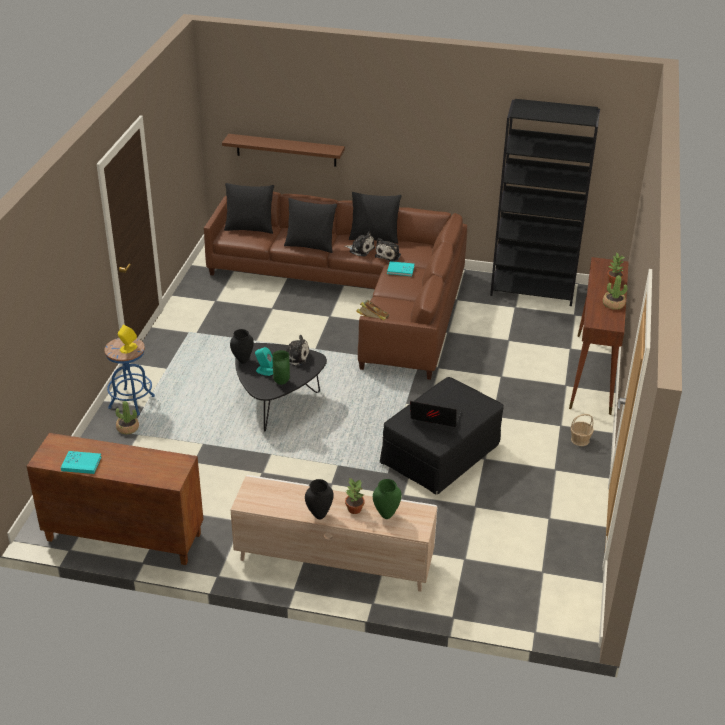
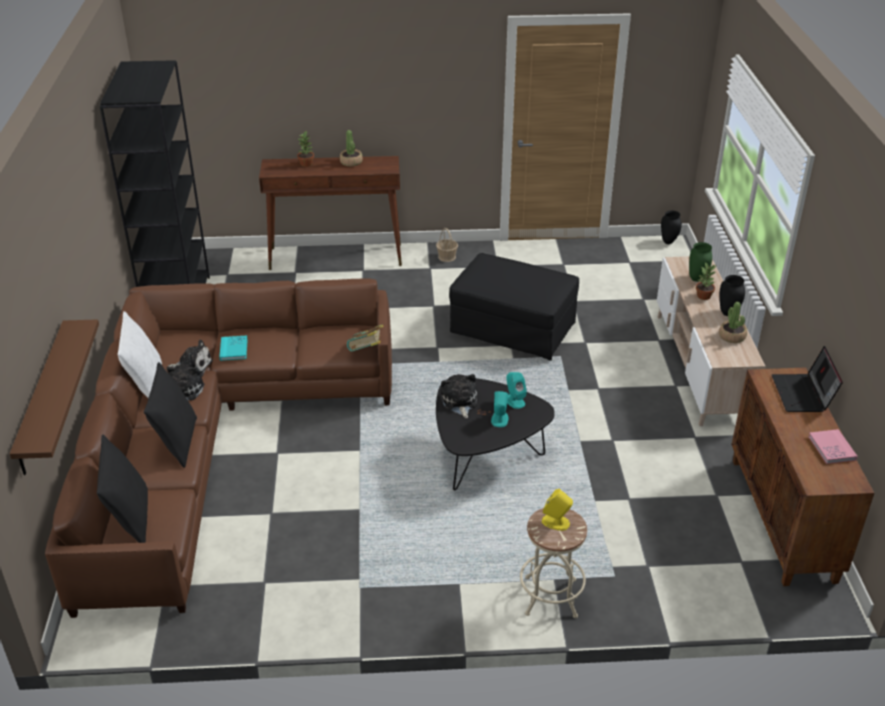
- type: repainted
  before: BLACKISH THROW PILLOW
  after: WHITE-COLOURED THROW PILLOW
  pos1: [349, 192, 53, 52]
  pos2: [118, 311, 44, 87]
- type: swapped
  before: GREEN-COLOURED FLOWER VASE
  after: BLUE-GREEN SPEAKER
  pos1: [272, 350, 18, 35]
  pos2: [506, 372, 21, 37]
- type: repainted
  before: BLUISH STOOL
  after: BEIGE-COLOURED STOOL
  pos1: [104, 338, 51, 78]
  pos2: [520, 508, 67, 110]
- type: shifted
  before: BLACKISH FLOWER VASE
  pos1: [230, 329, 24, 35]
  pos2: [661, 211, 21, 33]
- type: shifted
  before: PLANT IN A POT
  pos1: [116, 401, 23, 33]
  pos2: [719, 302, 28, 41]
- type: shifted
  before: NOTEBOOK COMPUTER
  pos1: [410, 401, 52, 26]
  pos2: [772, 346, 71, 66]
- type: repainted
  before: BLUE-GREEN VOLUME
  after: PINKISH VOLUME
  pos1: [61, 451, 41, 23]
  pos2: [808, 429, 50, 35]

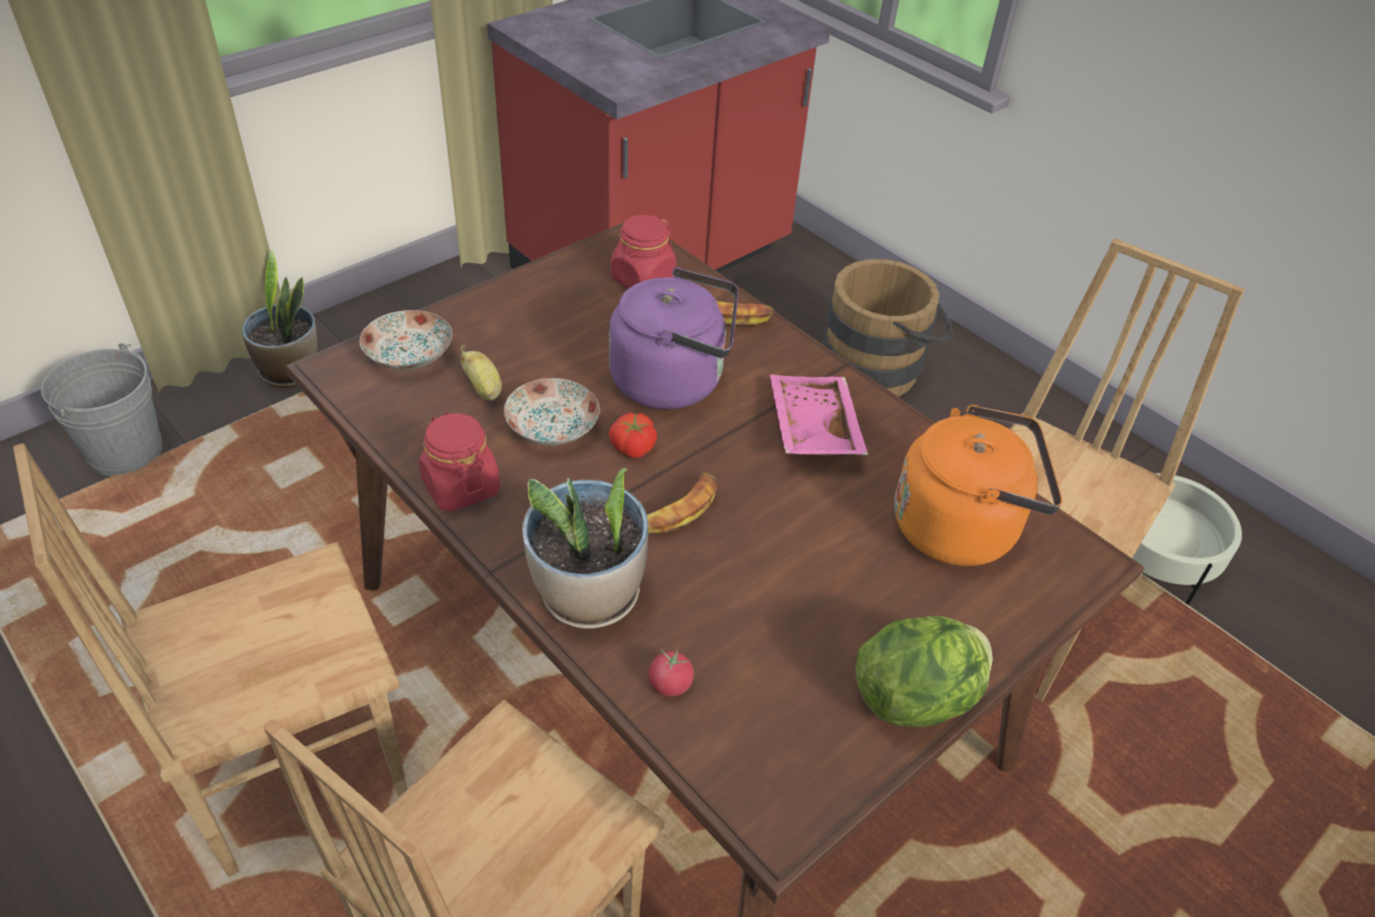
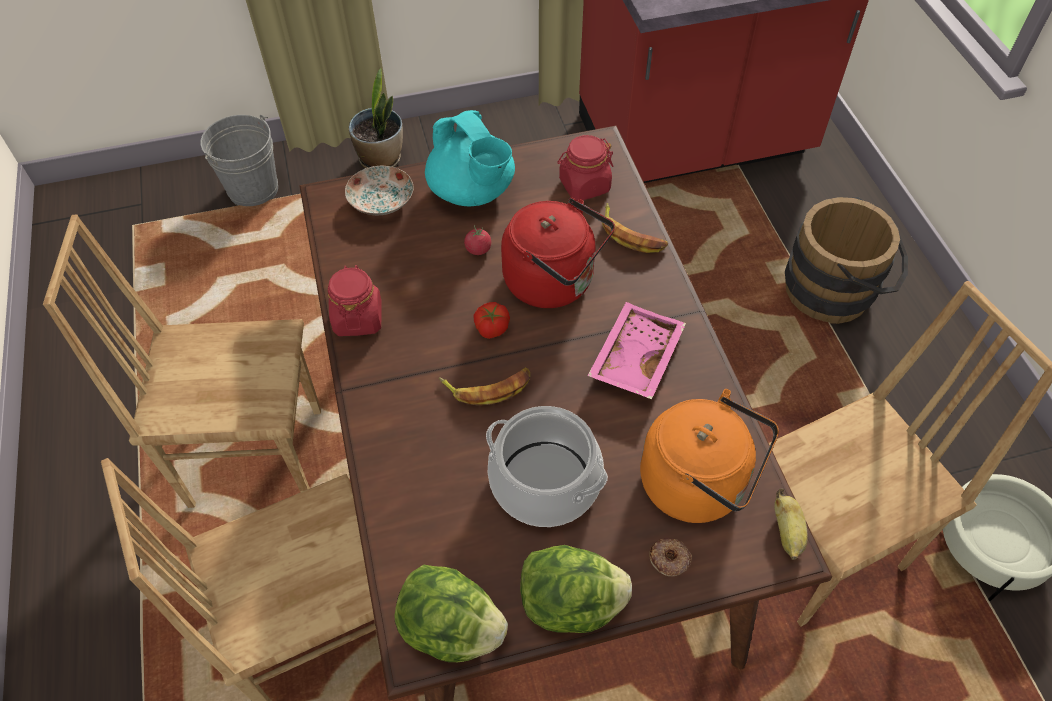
- type: new
  after: LETTUCE
  pos2: [394, 565, 114, 97]
- type: new
  after: BLUE-GREEN POT FOR TEA
  pos2: [425, 110, 90, 96]
- type: shifted
  before: FRESH TOMATO
  pos1: [649, 648, 45, 49]
  pos2: [464, 225, 27, 30]
- type: new
  after: COOKING POT
  pos2: [486, 406, 122, 121]
- type: repainted
  before: PURPLE-COLOURED TEA KETTLE
  after: RED TEA KETTLE
  pos1: [609, 267, 130, 142]
  pos2: [501, 197, 114, 111]
- type: new
  after: DONUT
  pos2: [649, 538, 43, 38]
- type: shifted
  before: BANANA FRUIT
  pos1: [459, 345, 43, 55]
  pos2: [774, 488, 34, 72]
- type: gone
  before: DINNER PLATE
  pos1: [504, 378, 96, 67]
- type: gone
  before: PLANT IN A POT
  pos1: [522, 468, 126, 161]

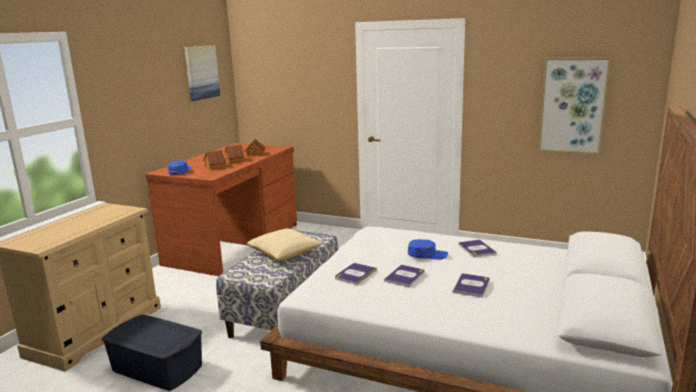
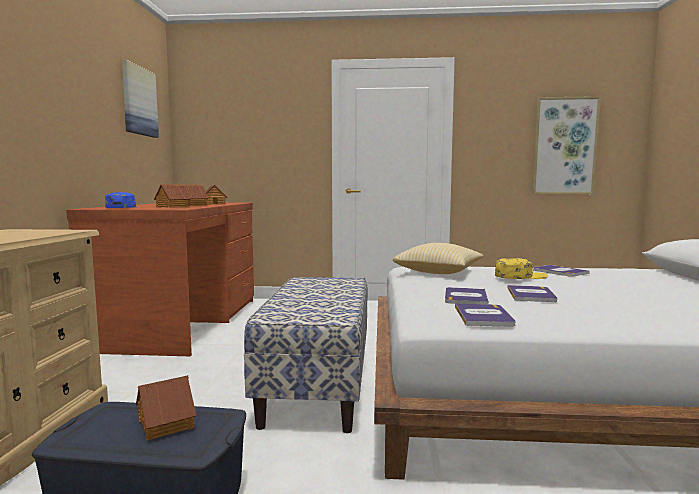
- type: new
  after: TOY HOUSE
  pos2: [136, 375, 60, 66]
- type: shifted
  before: THROW PILLOW
  pos1: [247, 228, 76, 33]
  pos2: [393, 243, 91, 31]
- type: shifted
  before: VOLUME
  pos1: [453, 273, 37, 24]
  pos2: [455, 304, 61, 23]
- type: repainted
  before: BLUISH BASEBALL CAP
  after: YELLOW BASEBALL CAP
  pos1: [408, 239, 40, 21]
  pos2: [495, 258, 53, 21]

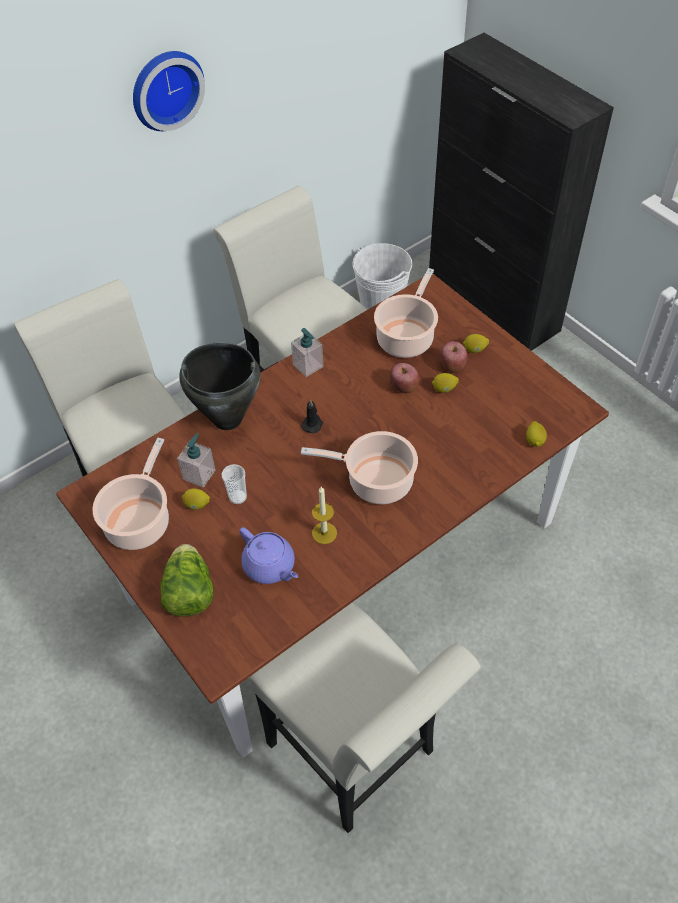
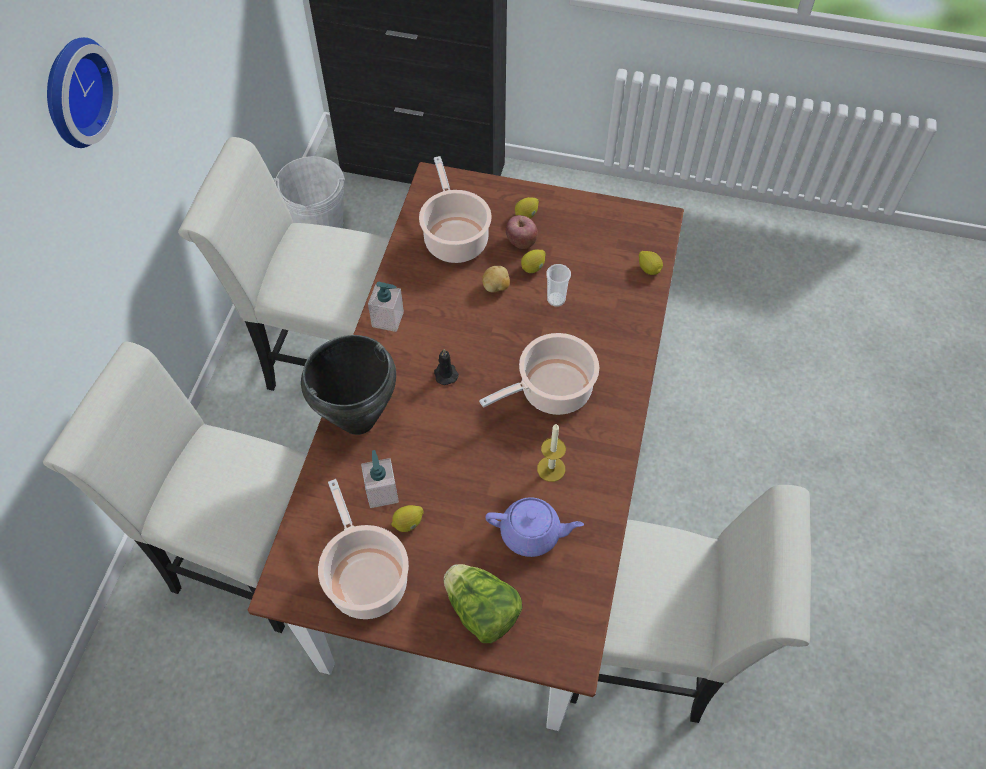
- type: swapped
  before: APPLE
  after: SPUD
  pos1: [390, 363, 29, 30]
  pos2: [482, 266, 28, 26]
- type: shifted
  before: CUP
  pos1: [222, 464, 25, 40]
  pos2: [546, 264, 25, 43]

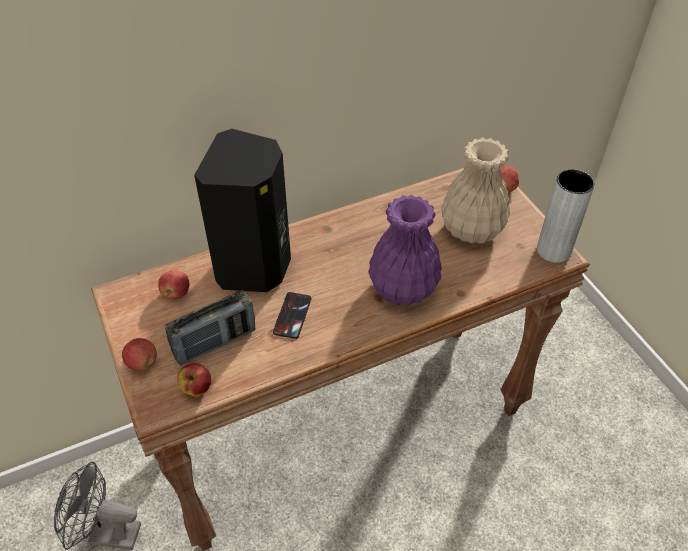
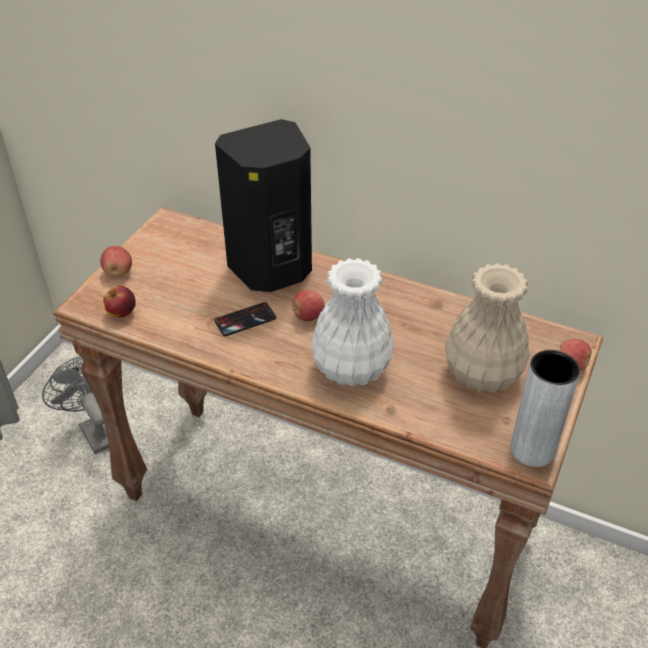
- type: shifted
  before: APPLE
  pos1: [158, 270, 31, 30]
  pos2: [292, 290, 33, 31]
- type: repainted
  before: PURPLE-COLOURED FLOWER VASE
  after: WHITE-COLOURED FLOWER VASE
  pos1: [369, 195, 73, 111]
  pos2: [310, 258, 84, 128]
- type: gone
  before: RADIO RECEIVER
  pos1: [165, 290, 90, 75]

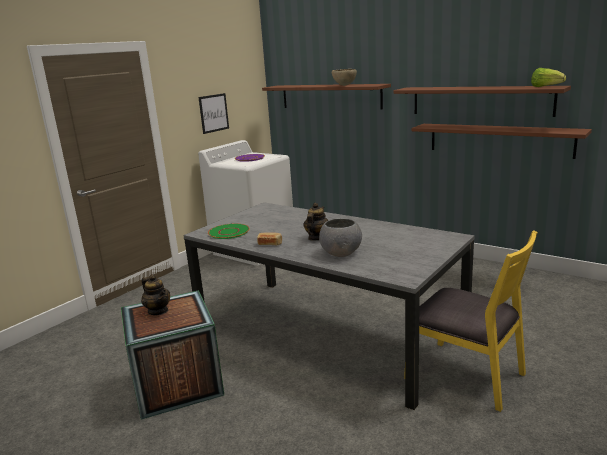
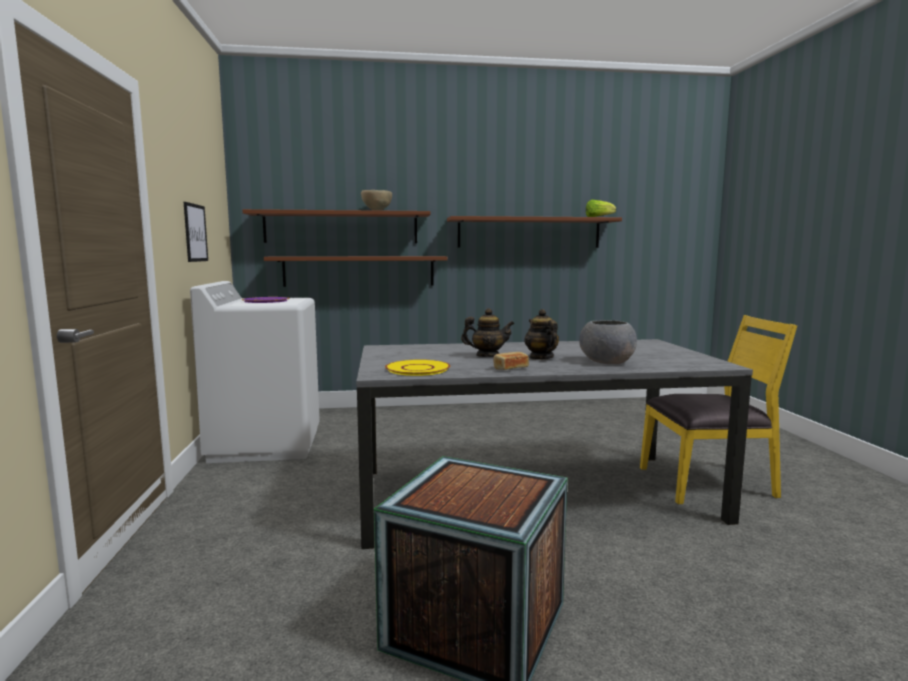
- type: shifted
  before: BROWN SHELF
  pos1: [412, 124, 180, 35]
  pos2: [264, 256, 184, 31]
- type: repainted
  before: GREEN-COLOURED DINNER PLATE
  after: YELLOW DINNER PLATE
  pos1: [208, 223, 42, 16]
  pos2: [385, 359, 65, 17]
- type: shifted
  before: POT FOR TEA
  pos1: [141, 275, 29, 40]
  pos2: [461, 308, 53, 49]

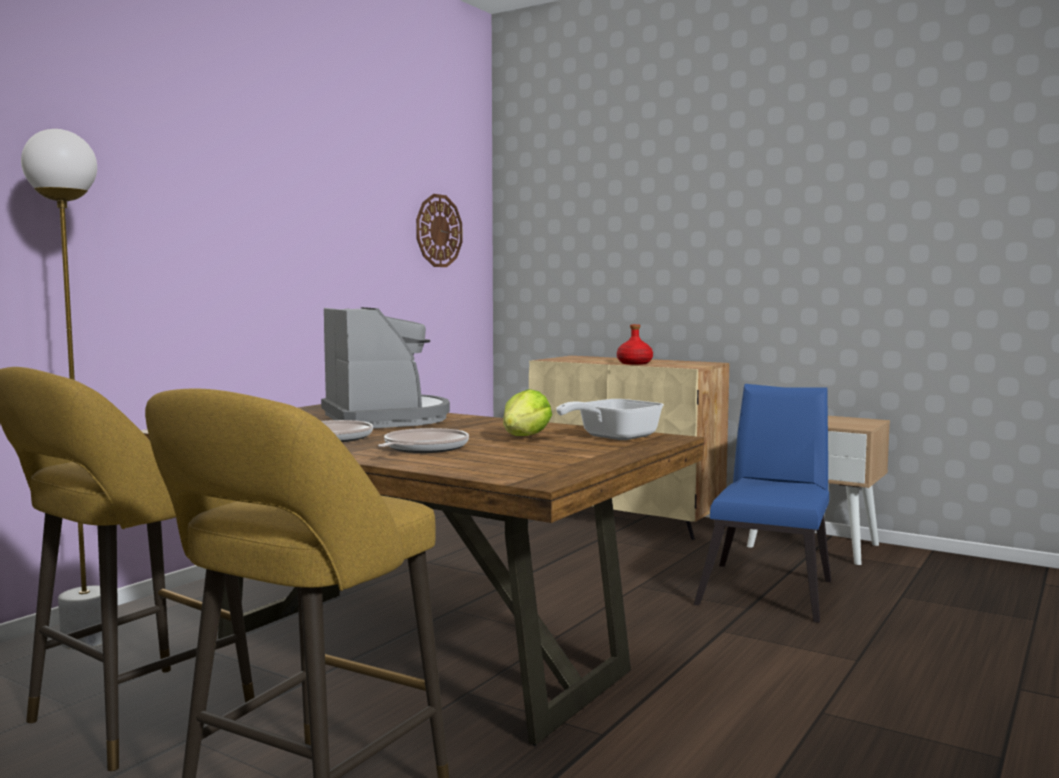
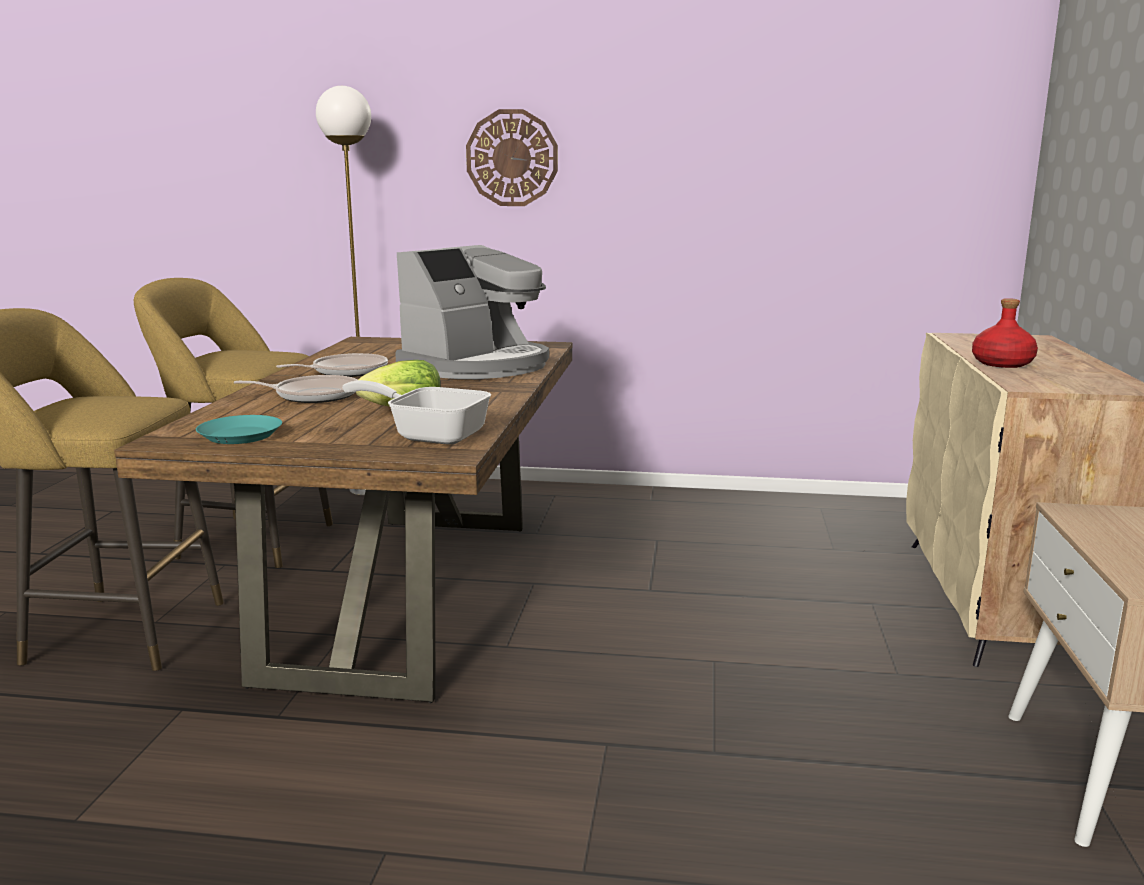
- type: new
  after: BLUE-GREEN DINNER PLATE
  pos2: [196, 415, 86, 29]
- type: shifted
  before: HANGING CLOCK
  pos1: [416, 194, 46, 73]
  pos2: [466, 109, 92, 97]
- type: gone
  before: BLUISH CHAIR
  pos1: [694, 384, 137, 239]

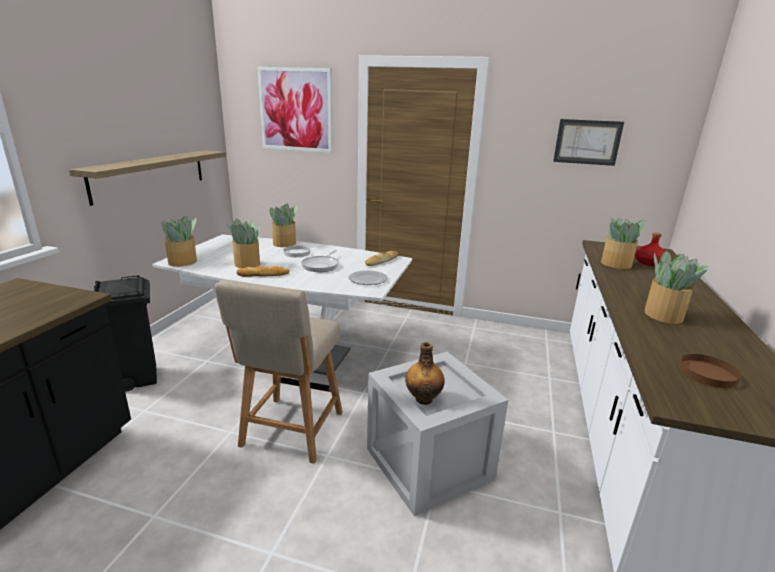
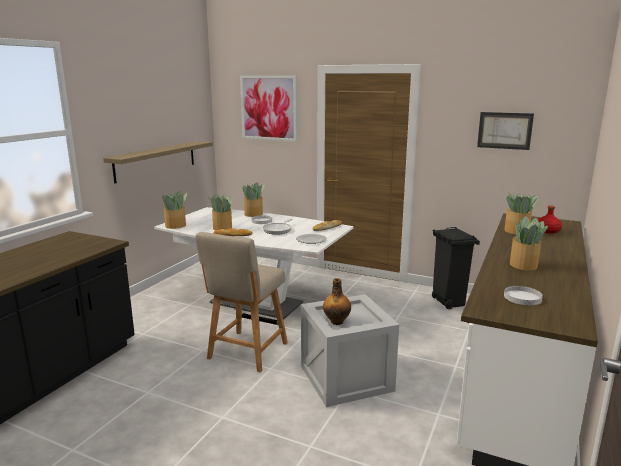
- type: shifted
  before: BLACKISH WASTE BIN
  pos1: [94, 275, 63, 117]
  pos2: [432, 227, 48, 82]
- type: repainted
  before: BROWN DINNER PLATE
  after: WHITE-COLOURED DINNER PLATE
  pos1: [679, 354, 62, 34]
  pos2: [504, 286, 39, 19]

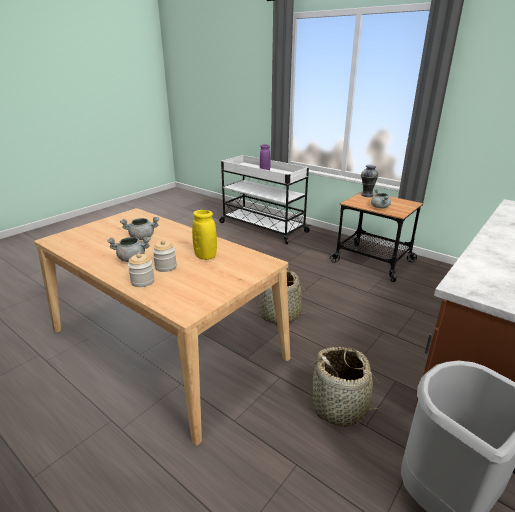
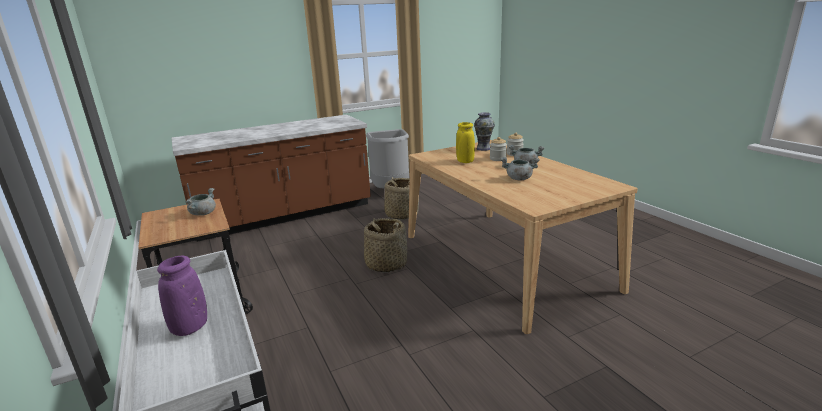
- type: shifted
  before: FLOWER VASE
  pos1: [361, 165, 17, 32]
  pos2: [474, 112, 21, 39]

